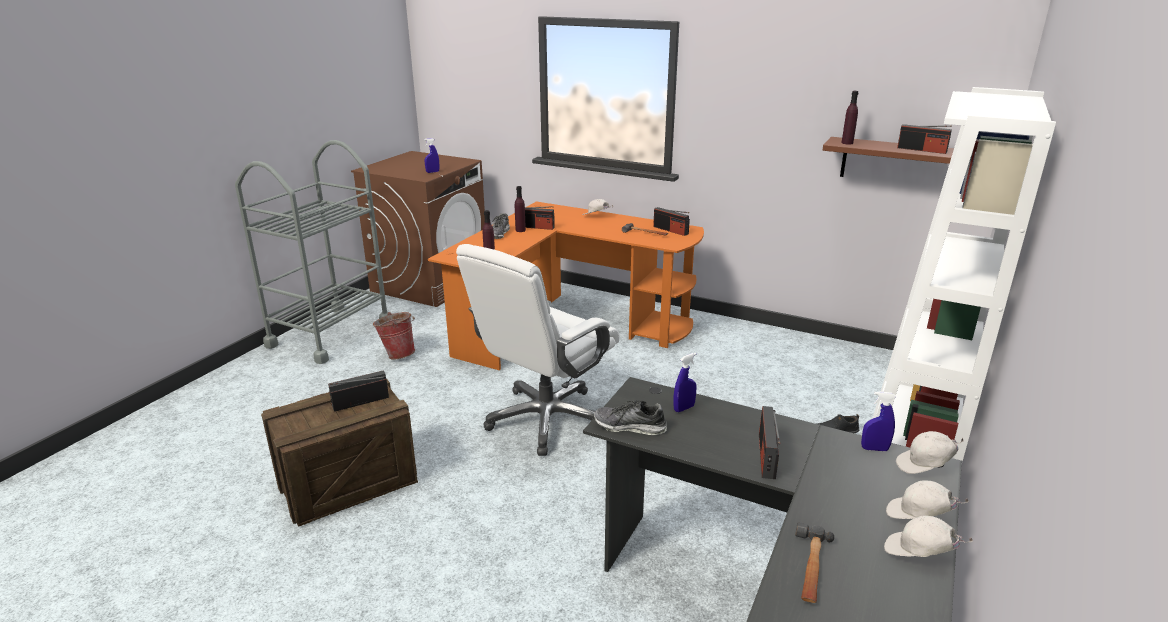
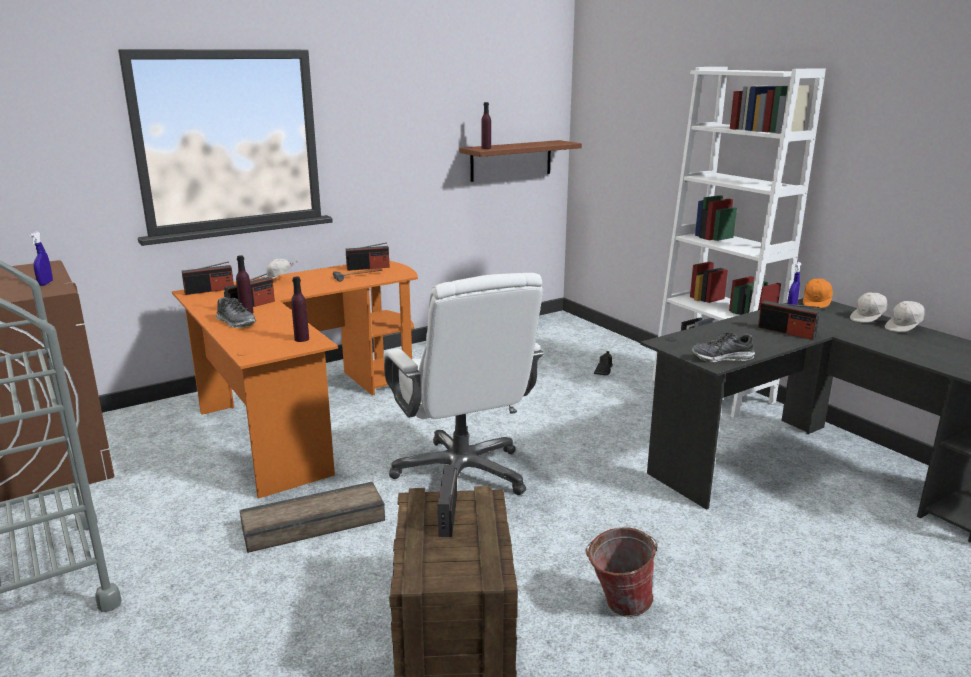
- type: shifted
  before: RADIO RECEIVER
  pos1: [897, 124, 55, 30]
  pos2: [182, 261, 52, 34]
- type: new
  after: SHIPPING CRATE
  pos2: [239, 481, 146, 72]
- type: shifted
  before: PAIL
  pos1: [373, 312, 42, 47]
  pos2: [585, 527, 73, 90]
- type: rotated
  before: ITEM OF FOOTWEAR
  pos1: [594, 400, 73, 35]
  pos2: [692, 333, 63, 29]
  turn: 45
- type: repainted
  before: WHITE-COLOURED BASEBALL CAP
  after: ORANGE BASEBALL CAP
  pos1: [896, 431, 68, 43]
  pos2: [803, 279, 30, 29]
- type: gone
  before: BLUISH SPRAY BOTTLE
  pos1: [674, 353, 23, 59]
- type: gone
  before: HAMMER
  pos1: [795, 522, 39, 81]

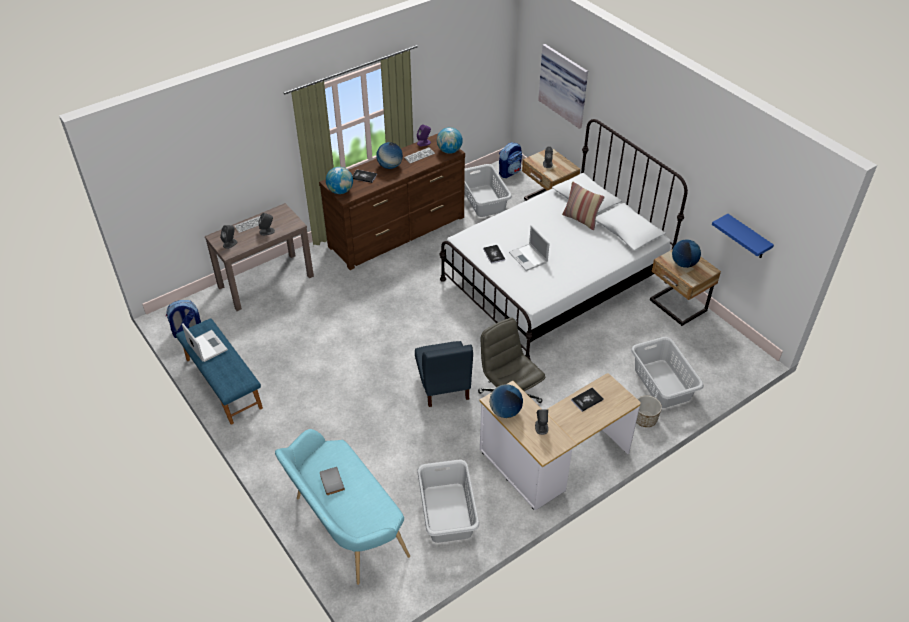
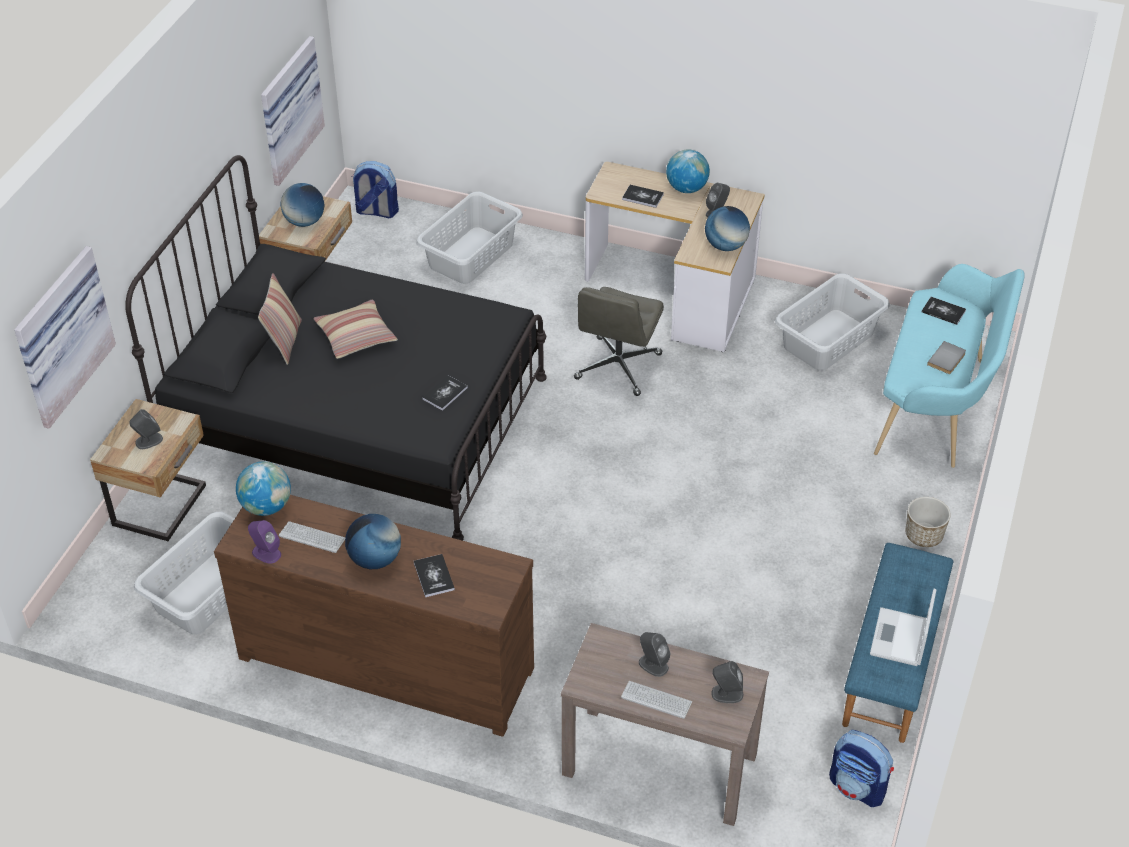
- type: repainted
  before: WHITE-COLOURED BED
  after: BLACKISH BED
  pos1: [439, 119, 249, 241]
  pos2: [125, 155, 422, 386]
- type: swapped
  before: BLUISH SHELF
  after: WALL PICTURE
  pos1: [712, 214, 62, 44]
  pos2: [261, 36, 64, 150]
- type: new
  after: THROW PILLOW
  pos2: [313, 300, 85, 59]
- type: shifted
  before: RUCKSACK
  pos1: [499, 142, 23, 36]
  pos2: [352, 161, 47, 57]
- type: shifted
  before: WORLD GLOBE
  pos1: [326, 167, 27, 27]
  pos2: [666, 150, 44, 43]
- type: shifted
  before: FLOWER POT
  pos1: [636, 396, 26, 31]
  pos2: [905, 497, 46, 50]
- type: new
  after: VOLUME
  pos2: [922, 297, 44, 28]
- type: gone
  before: BLUISH CHAIR
  pos1: [415, 341, 58, 66]
- type: gone
  before: NOTEBOOK COMPUTER
  pos1: [509, 225, 41, 46]

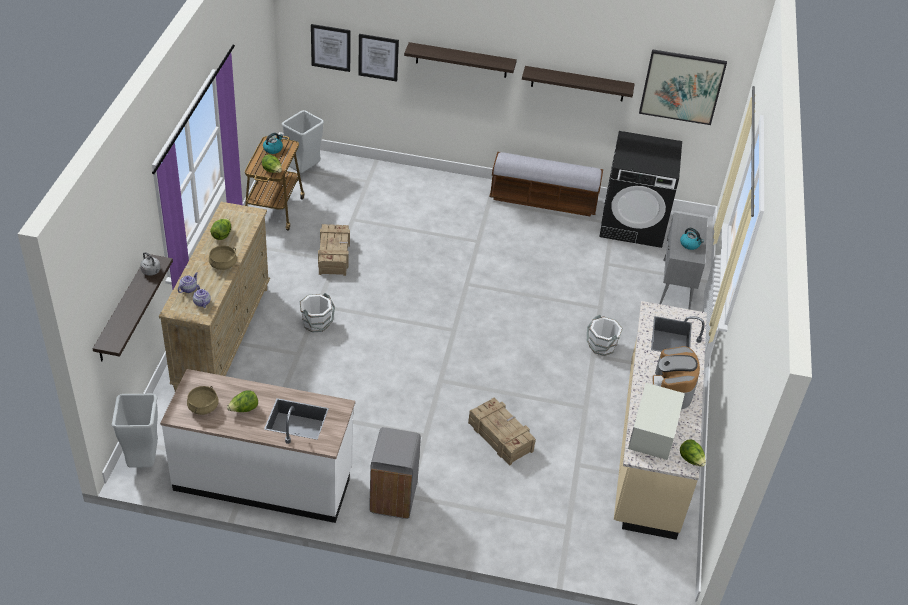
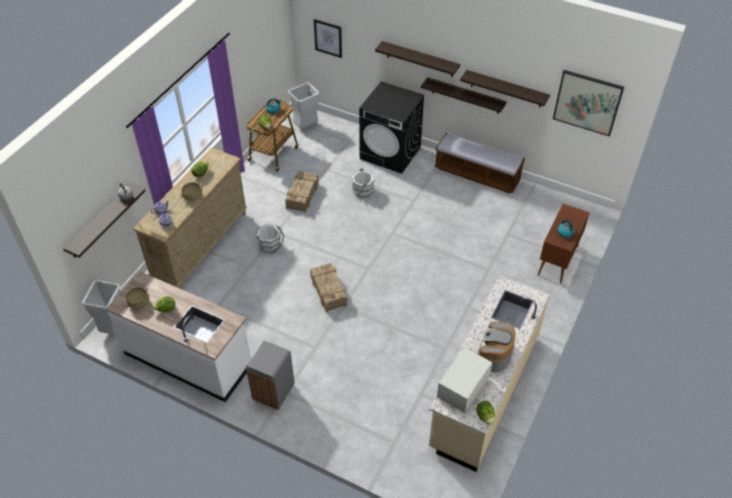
- type: shifted
  before: SHIPPING CRATE
  pos1: [468, 397, 68, 69]
  pos2: [310, 263, 37, 49]
- type: shifted
  before: WHITE-COLOURED PAIL
  pos1: [587, 315, 36, 41]
  pos2: [352, 168, 23, 29]
- type: shifted
  before: BLACKISH LAUNDRY MACHINE
  pos1: [599, 131, 83, 117]
  pos2: [359, 81, 66, 93]
- type: new
  after: SHELF
  pos2: [421, 77, 86, 37]
- type: repainted
  before: GREYISH CABINET
  after: BROWN CABINET
  pos1: [660, 212, 47, 98]
  pos2: [538, 204, 52, 80]
- type: gone
  before: WALL PICTURE
  pos1: [358, 34, 41, 48]

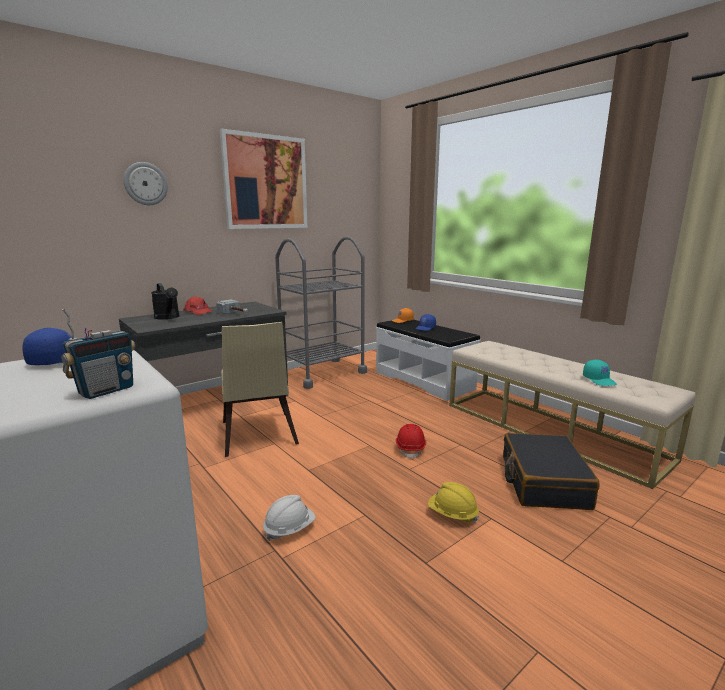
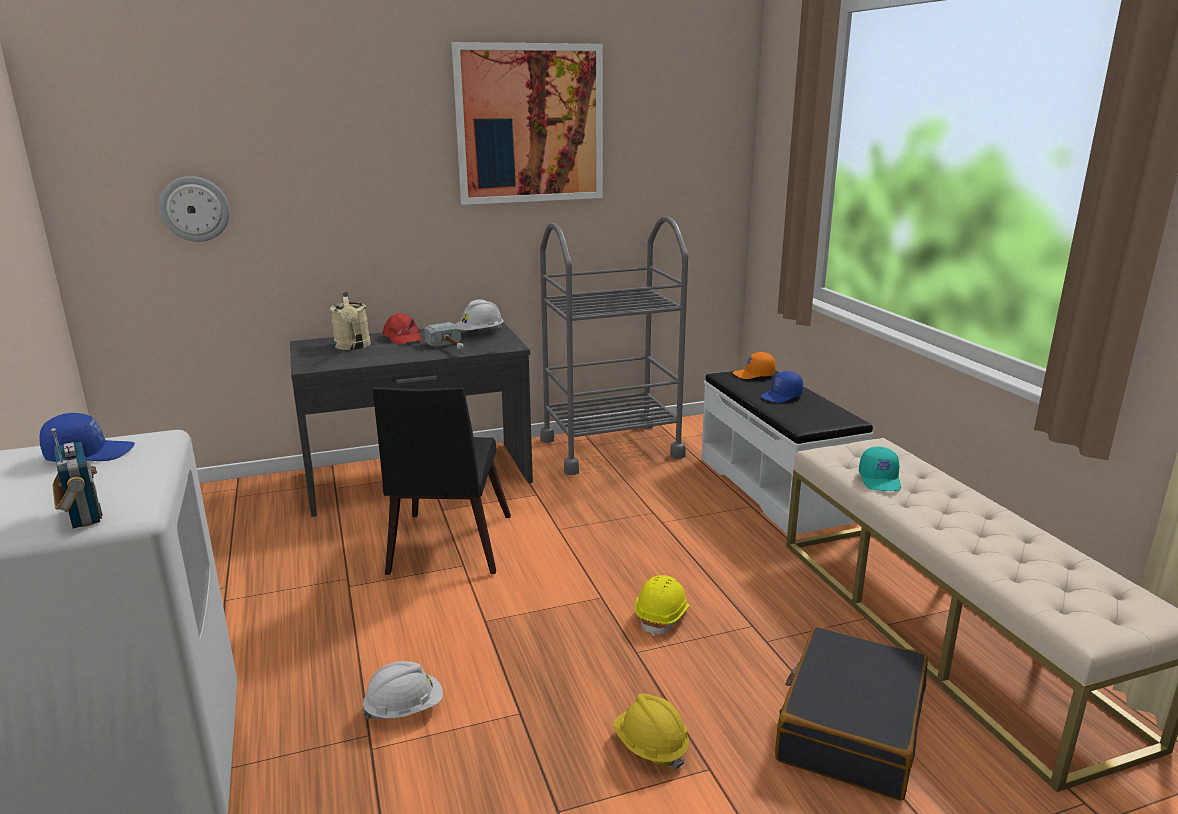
- type: rotated
  before: RADIO RECEIVER
  pos1: [61, 308, 74, 91]
  pos2: [51, 428, 52, 100]
  turn: -90
- type: shifted
  before: HANGING CLOCK
  pos1: [124, 162, 44, 43]
  pos2: [159, 176, 71, 66]
- type: repainted
  before: BLACKISH WATERING POT
  after: BEIGE-COLOURED WATERING POT
  pos1: [151, 283, 28, 37]
  pos2: [330, 292, 41, 58]
- type: repainted
  before: BEIGE-COLOURED CHAIR
  after: BLACKISH CHAIR
  pos1: [221, 322, 78, 135]
  pos2: [373, 387, 138, 188]
- type: new
  after: WHITE-COLOURED SAFETY HELMET
  pos2: [456, 299, 48, 31]
- type: repainted
  before: RED SAFETY HELMET
  after: YELLOW SAFETY HELMET
  pos1: [396, 424, 30, 35]
  pos2: [635, 575, 55, 62]
- type: shifted
  before: BLUE-GREEN BASEBALL CAP
  pos1: [583, 360, 34, 26]
  pos2: [859, 447, 42, 44]

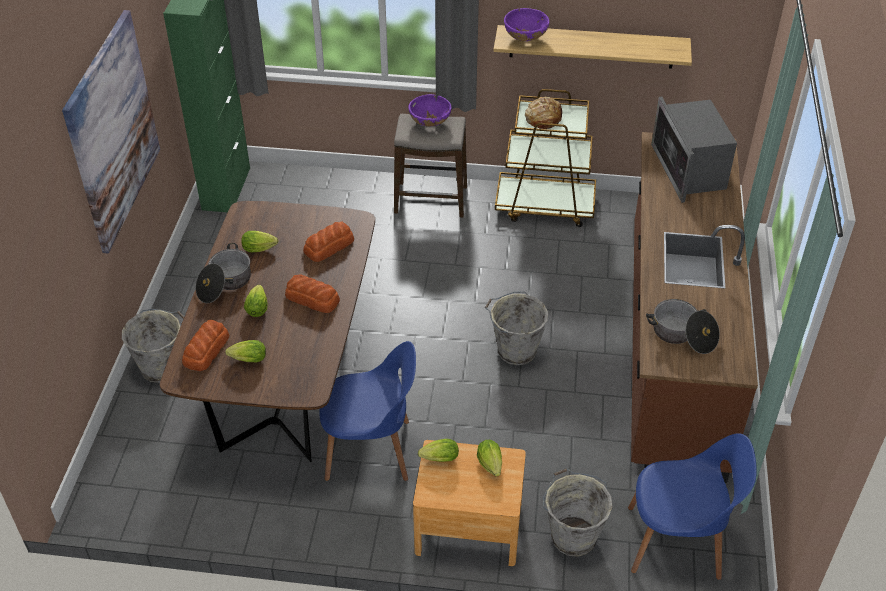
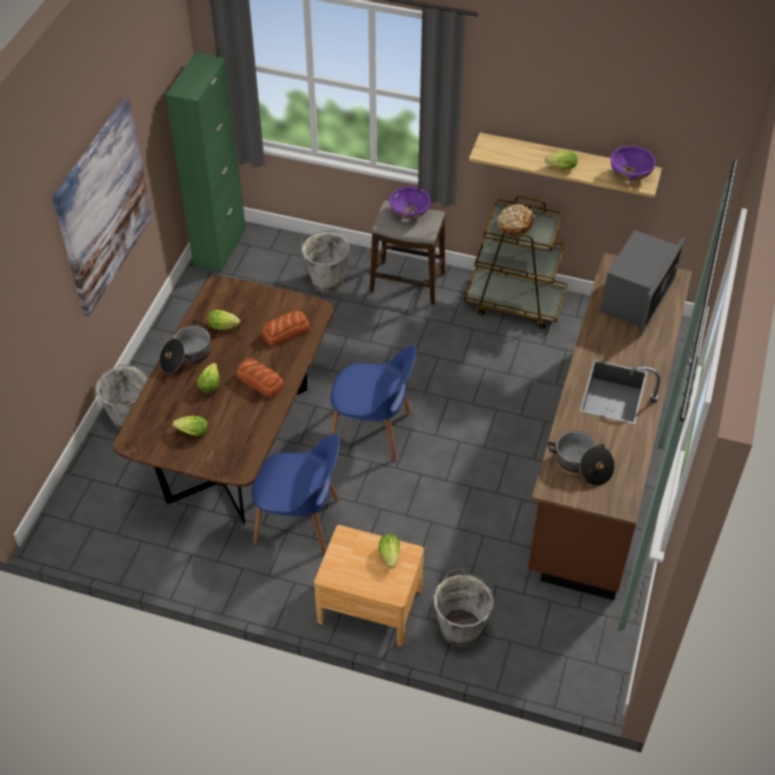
- type: shifted
  before: GREYISH PAIL
  pos1: [485, 291, 63, 74]
  pos2: [300, 231, 50, 61]
- type: shifted
  before: BLUISH CHAIR
  pos1: [628, 433, 129, 147]
  pos2: [330, 345, 87, 117]
- type: shifted
  before: LETTUCE
  pos1: [418, 439, 41, 23]
  pos2: [545, 151, 33, 18]
- type: rotated
  before: MICROWAVE
  pos1: [651, 96, 86, 107]
  pos2: [600, 230, 85, 106]
  turn: -150
- type: shifted
  before: PURPLE-COLOURED DEEP DISH
  pos1: [504, 8, 45, 33]
  pos2: [611, 146, 44, 35]
- type: gone
  before: BAKED BREAD
  pos1: [182, 320, 47, 51]

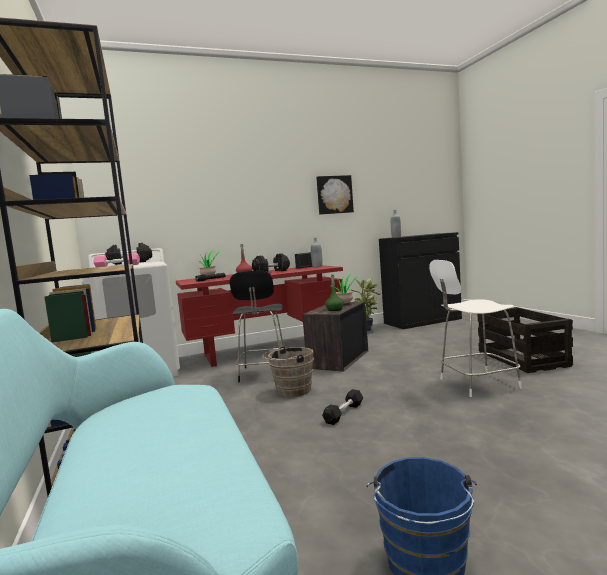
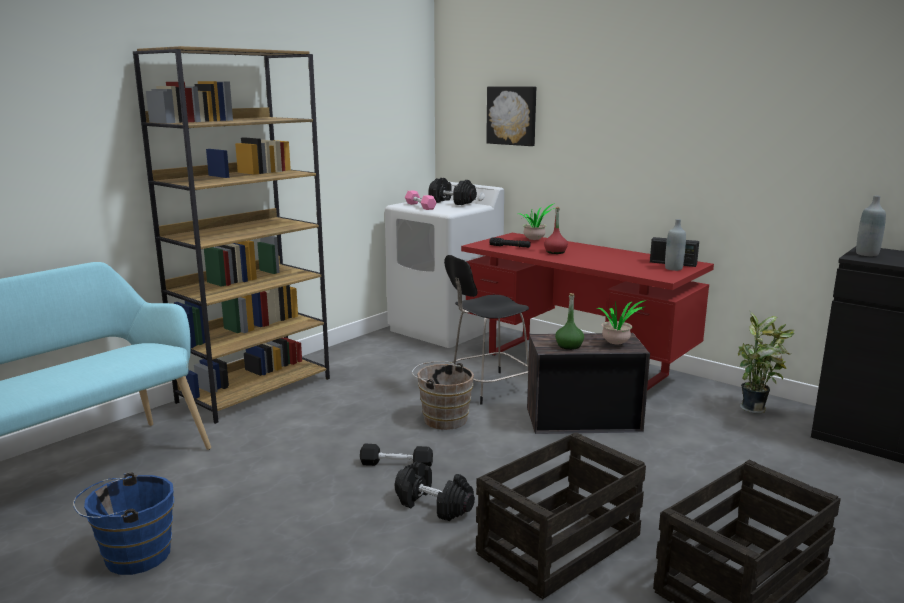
- type: shifted
  before: BLACKISH DUMBBELL
  pos1: [252, 253, 38, 19]
  pos2: [395, 462, 80, 59]
- type: swapped
  before: WHITE-COLOURED CHAIR
  after: SHIPPING CRATE
  pos1: [429, 260, 93, 137]
  pos2: [476, 432, 170, 167]
- type: shifted
  before: WALL PICTURE
  pos1: [316, 175, 38, 40]
  pos2: [486, 86, 50, 60]

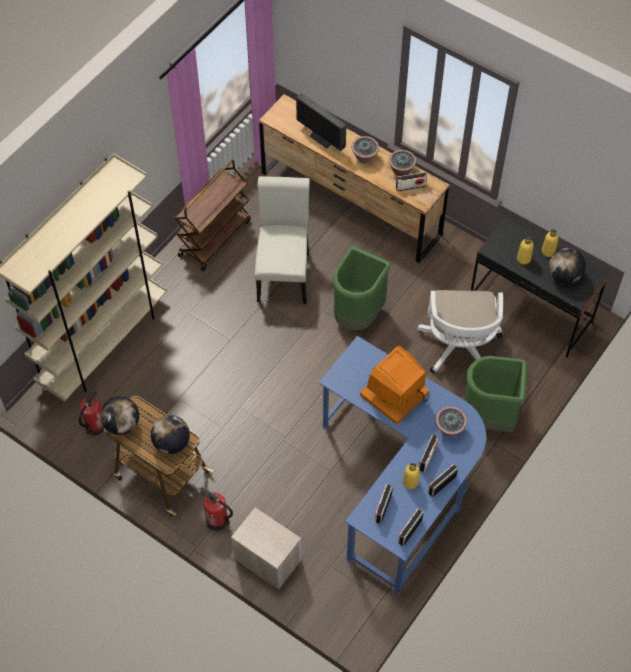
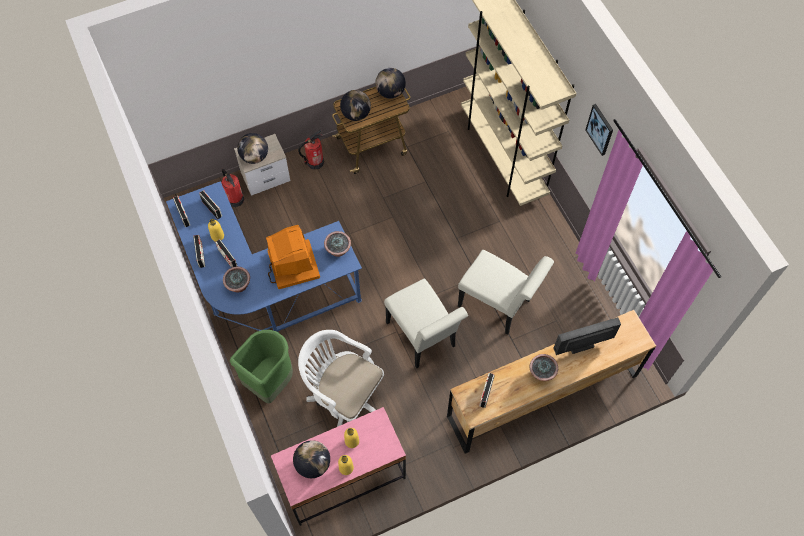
- type: shifted
  before: FIRE-FIGHTING CYLINDER
  pos1: [79, 386, 25, 49]
  pos2: [221, 169, 23, 38]
- type: new
  after: WORLD GLOBE
  pos2: [237, 133, 31, 31]
- type: repainted
  before: BLACKISH DESK UNIT
  after: PINKISH DESK UNIT
  pos1: [471, 217, 138, 140]
  pos2: [271, 407, 135, 119]
- type: shifted
  before: PLANT IN A POT
  pos1: [389, 150, 27, 26]
  pos2: [324, 231, 27, 26]
- type: swapped
  before: GREEN-COLOURED WASTE BIN
  after: WHITE-COLOURED CHAIR
  pos1: [333, 246, 57, 84]
  pos2: [384, 278, 84, 90]
- type: new
  after: WALL PICTURE
  pos2: [585, 104, 28, 52]
- type: gone
  before: BROWN WHEELED CART
  pos1: [174, 160, 77, 111]

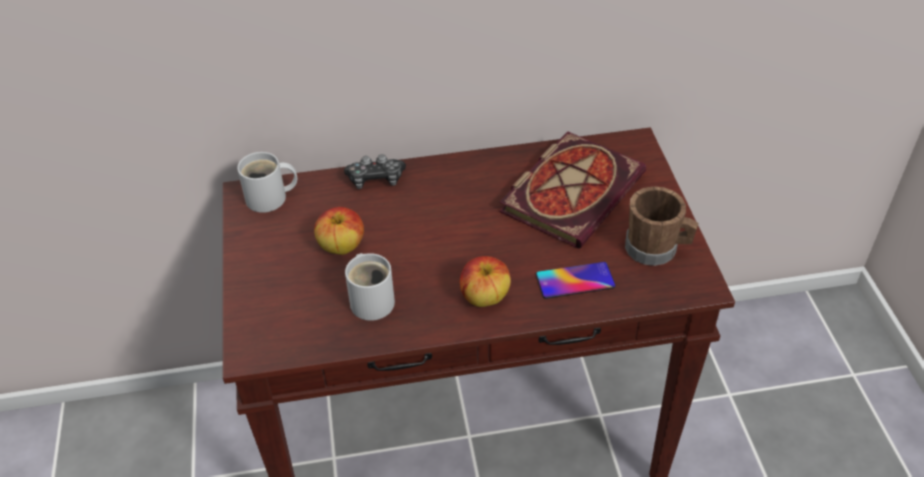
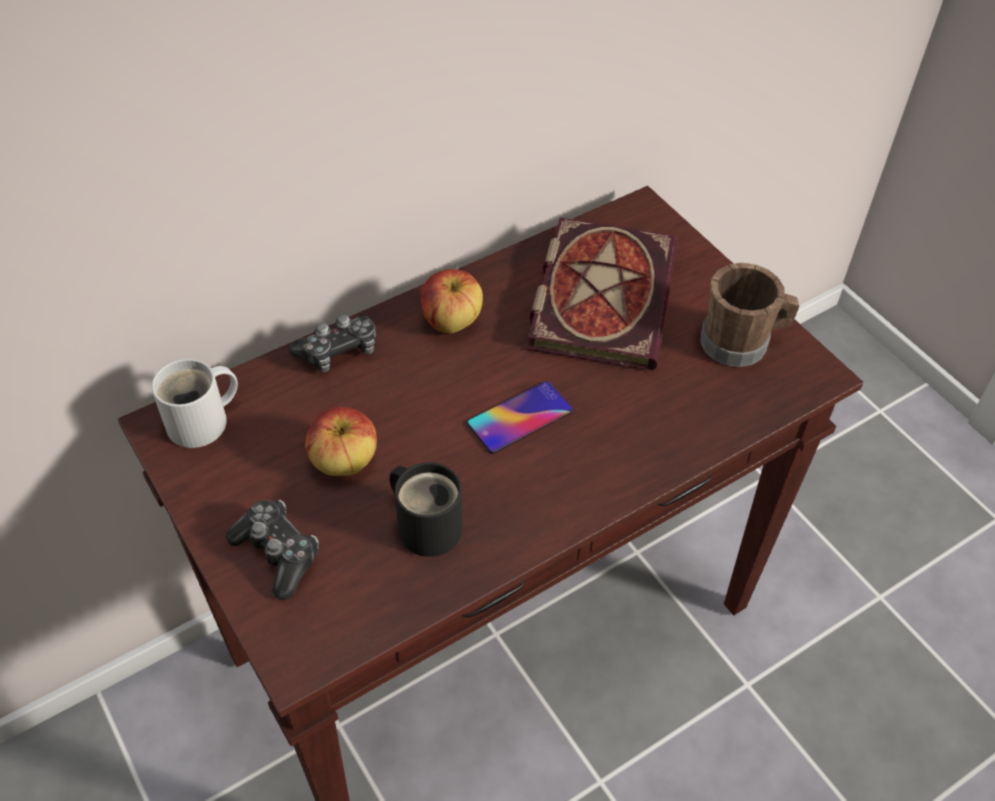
- type: new
  after: GAMEPAD
  pos2: [225, 500, 94, 100]
- type: repainted
  before: WHITE-COLOURED TEA MUG
  after: BLACKISH TEA MUG
  pos1: [345, 253, 50, 68]
  pos2: [389, 462, 73, 95]
- type: shifted
  before: APPLE
  pos1: [460, 256, 51, 51]
  pos2: [421, 269, 62, 65]
- type: shifted
  before: HANDSET
  pos1: [536, 262, 80, 37]
  pos2: [467, 381, 106, 73]

